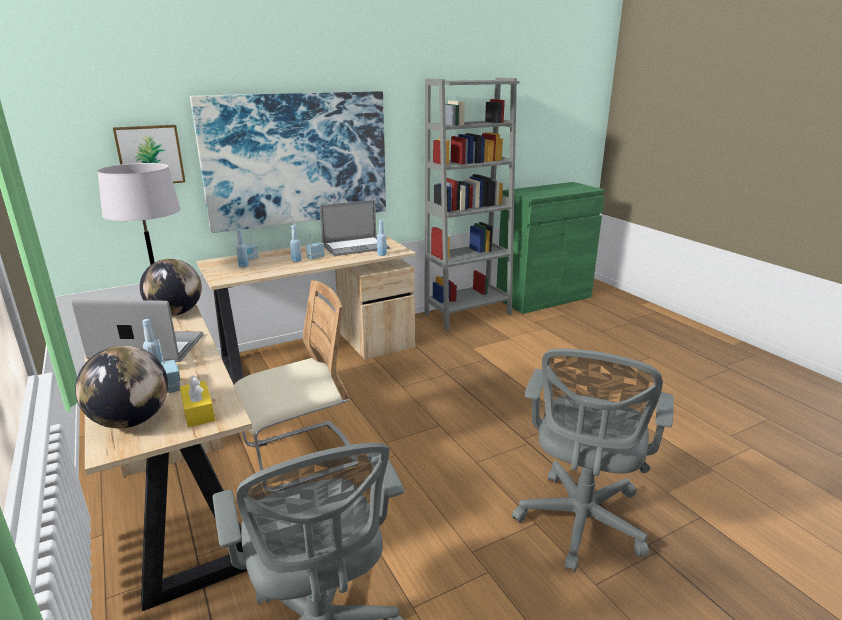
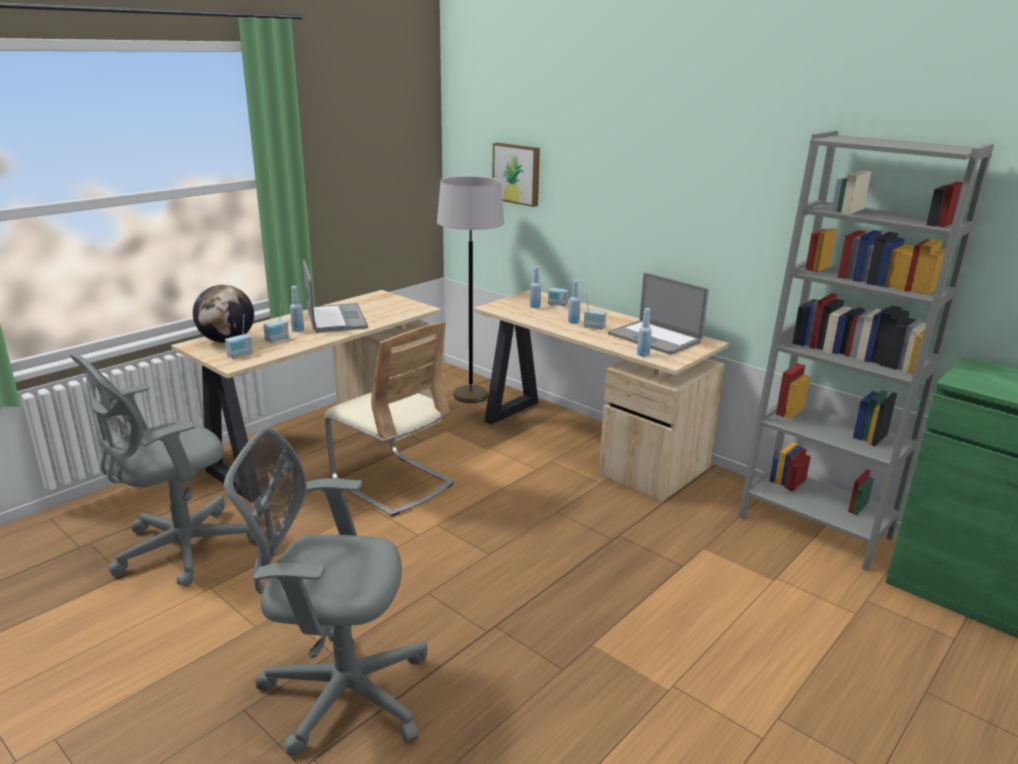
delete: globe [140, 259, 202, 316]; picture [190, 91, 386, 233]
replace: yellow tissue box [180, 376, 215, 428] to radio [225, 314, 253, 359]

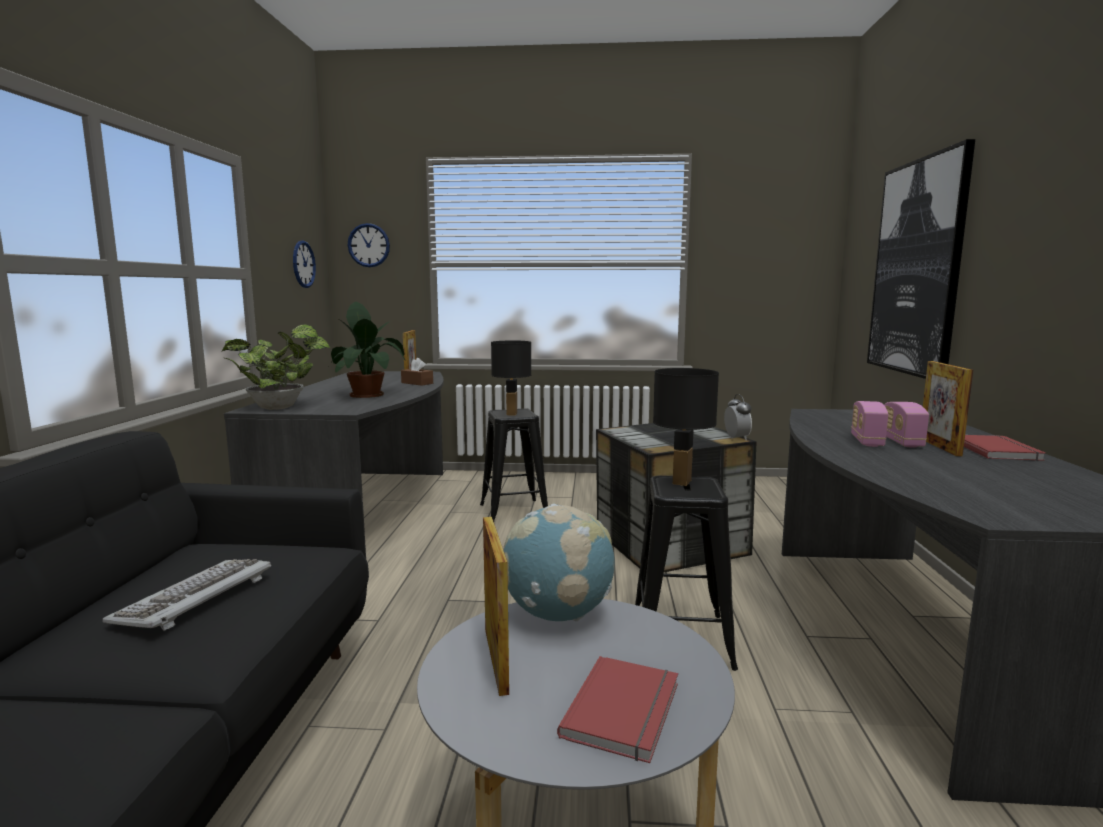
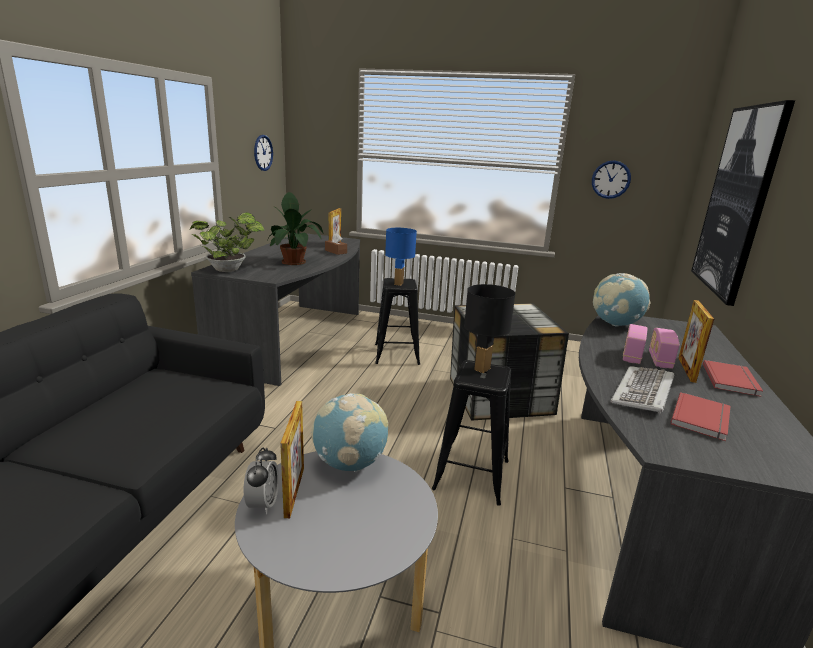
insert: globe [593, 273, 650, 327]
move: keyboard [102, 559, 271, 631] to [611, 366, 674, 414]; wall clock [347, 223, 390, 267] to [592, 160, 631, 199]; red book [557, 656, 678, 763] to [671, 392, 730, 441]; alarm clock [724, 394, 752, 440] to [244, 447, 279, 514]
recolor: black table lamp [491, 340, 531, 415] to blue table lamp [385, 228, 417, 286]

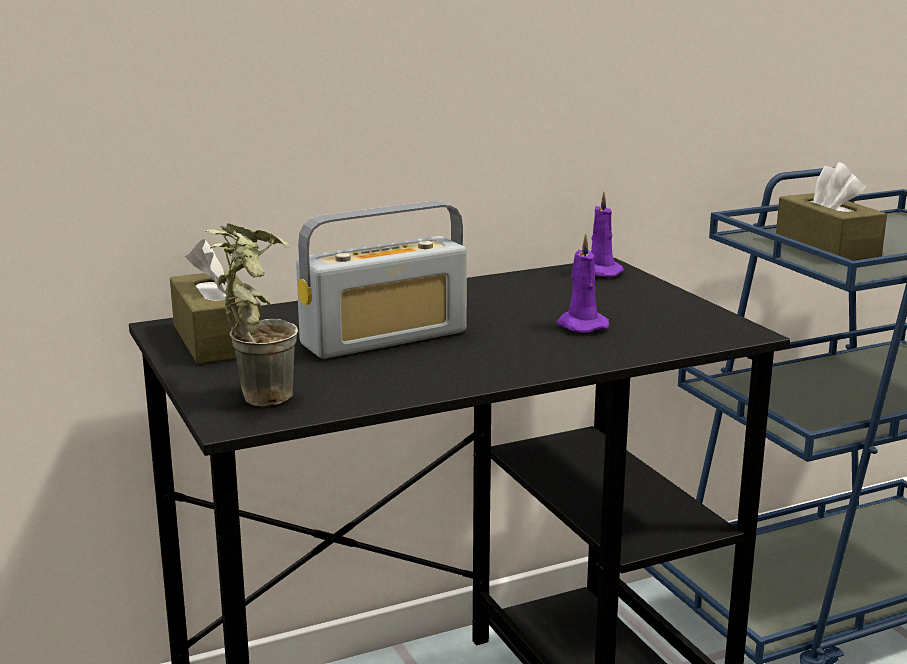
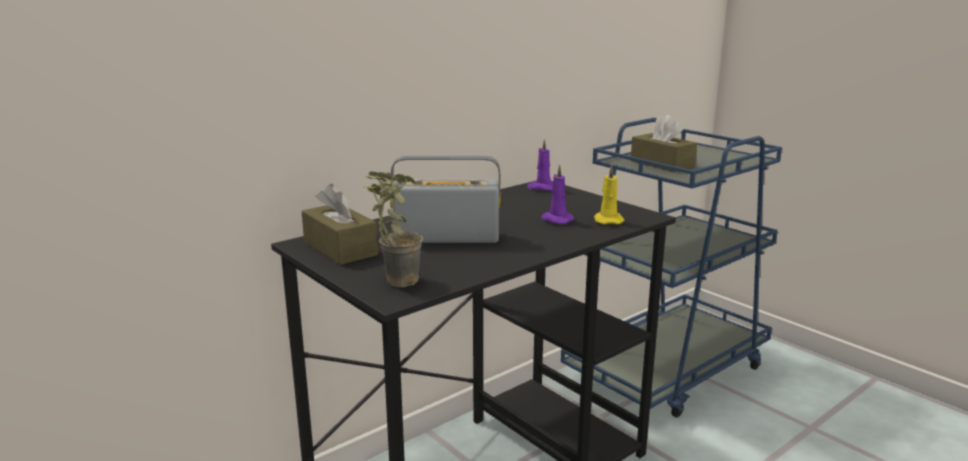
insert: yellow candle [594, 165, 624, 224]
rotate: radio [296, 201, 467, 359] = [390, 155, 501, 243] 135 degrees counterclockwise

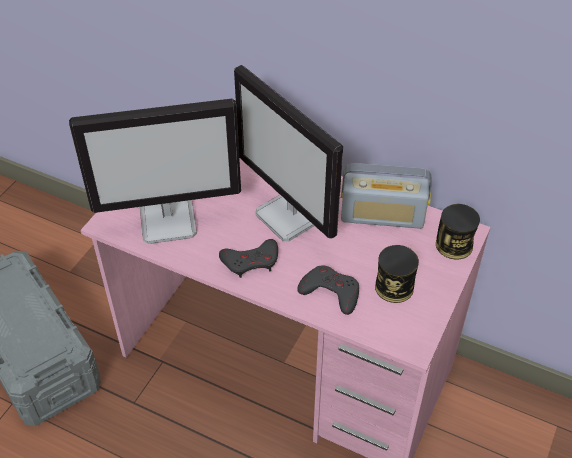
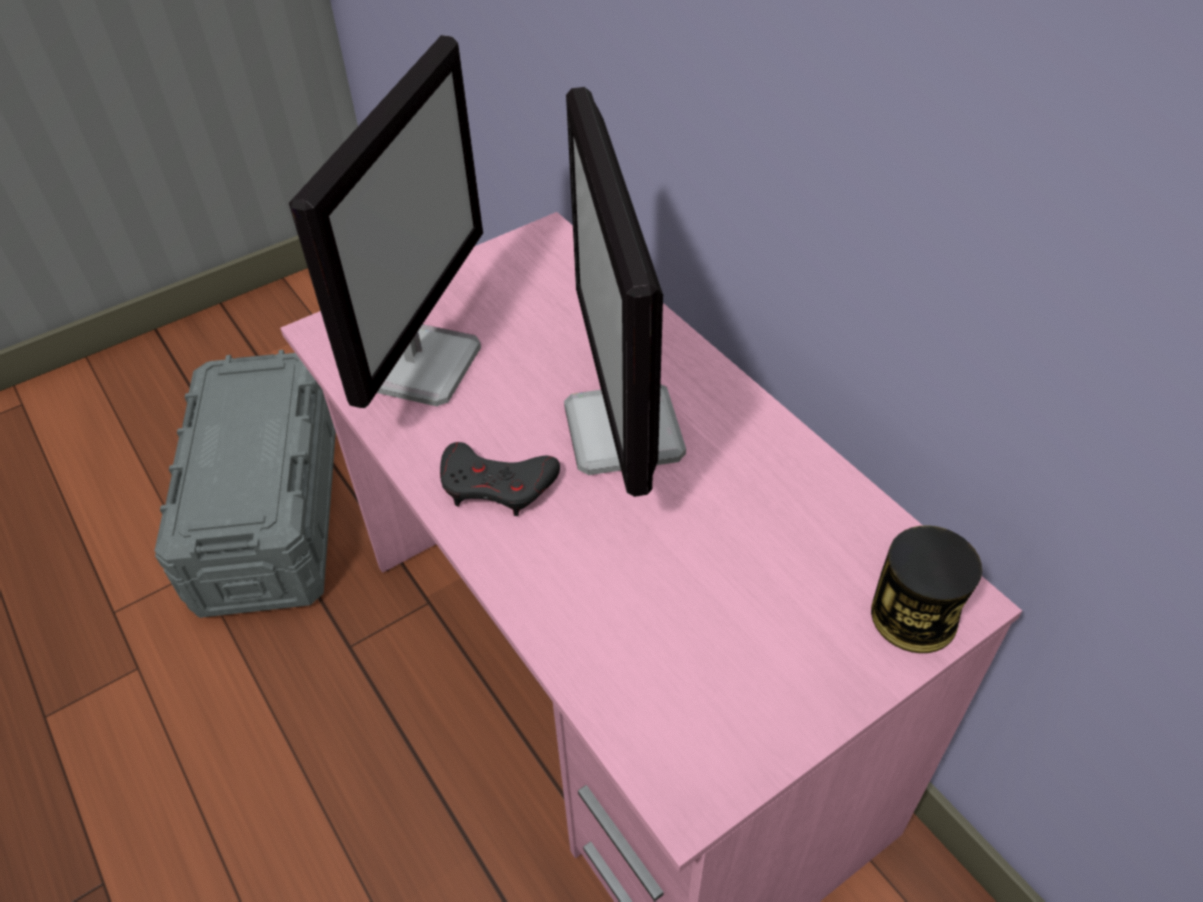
delete: grey game controller [297, 265, 359, 315]; radio [341, 163, 432, 229]; can [375, 245, 419, 303]
rotate: monitor [69, 99, 241, 244] = [289, 35, 483, 408] 90 degrees counterclockwise

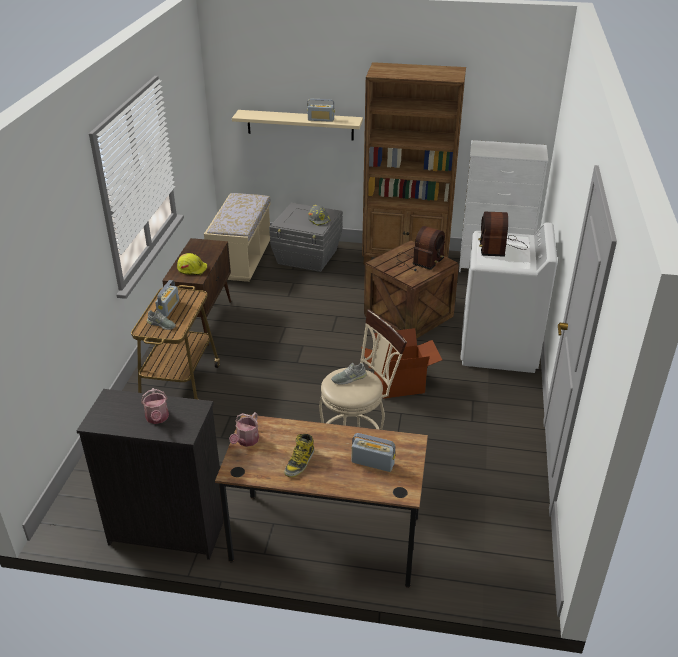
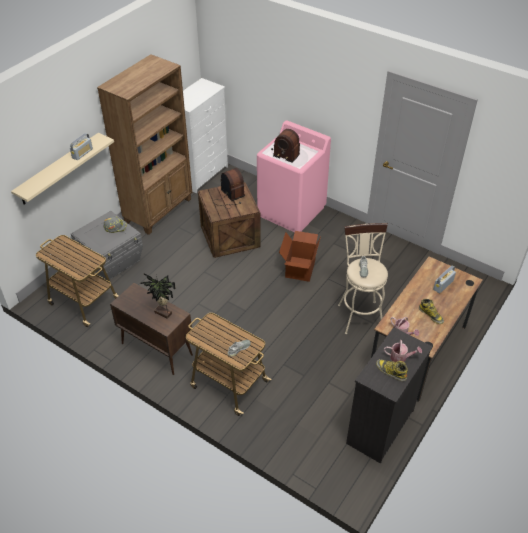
delete: radio [155, 280, 179, 317]
insert: boot [376, 359, 408, 381]
replace: yellow hard hat [177, 253, 207, 275] to potted plant [140, 273, 176, 319]; beige bench [204, 193, 270, 282] to cart [36, 235, 119, 327]
recolor: white washing machine [460, 223, 558, 373] to pink washing machine [257, 120, 331, 233]

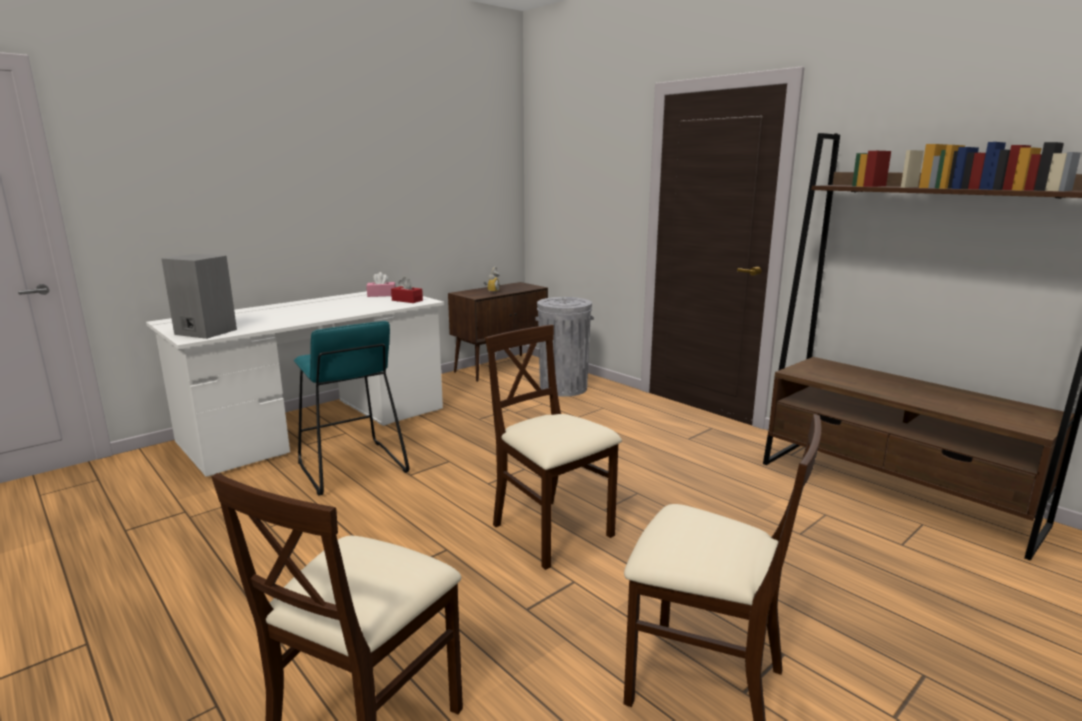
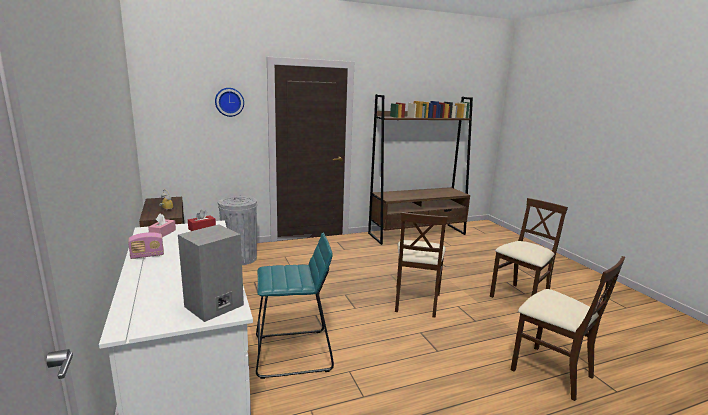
insert: radio [128, 232, 164, 259]; wall clock [215, 88, 244, 117]
rotate: beige chair [485, 324, 622, 570] = [395, 212, 448, 318] 60 degrees counterclockwise

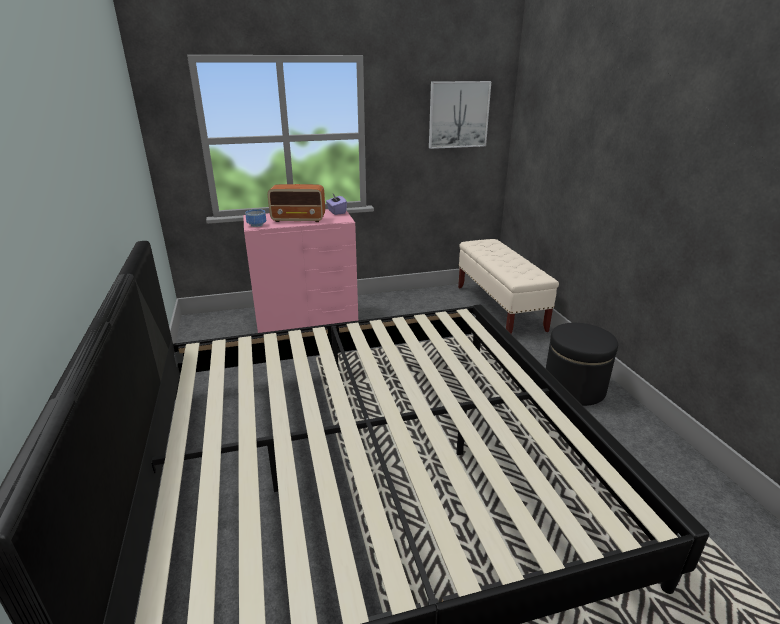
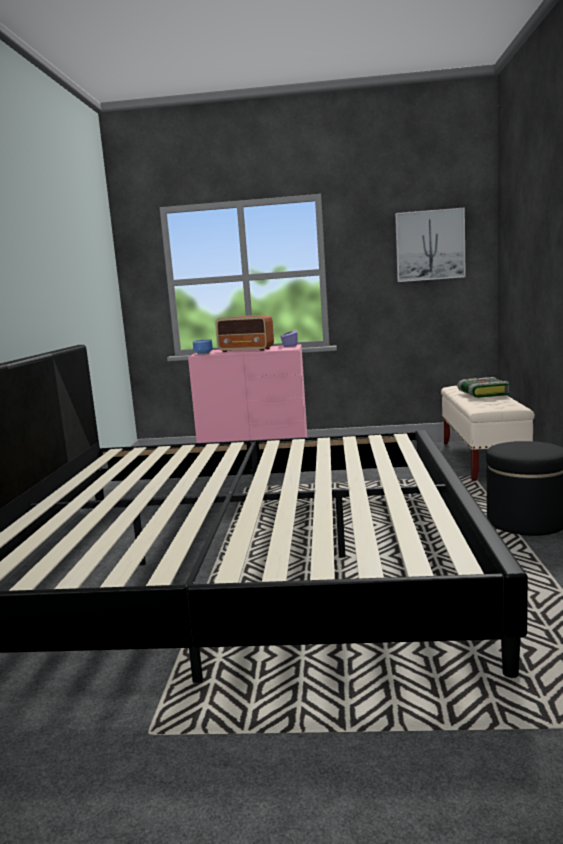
insert: book [457, 377, 509, 398]

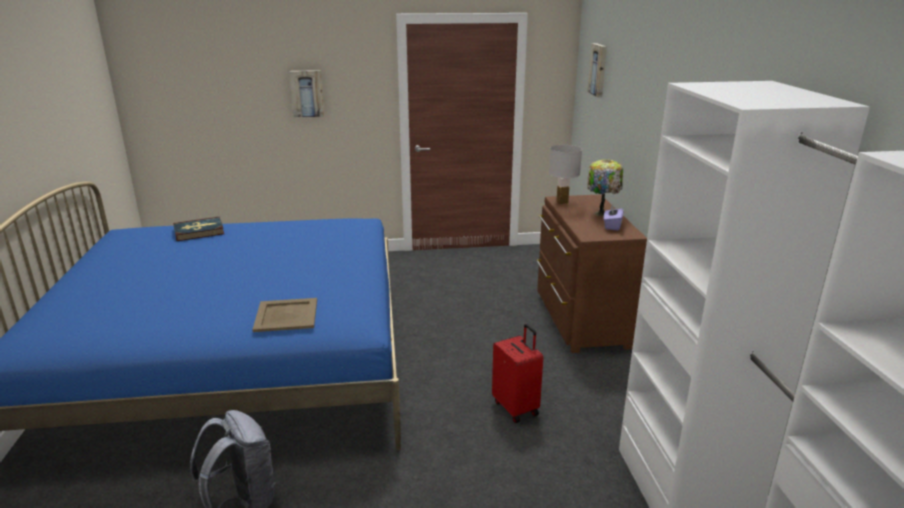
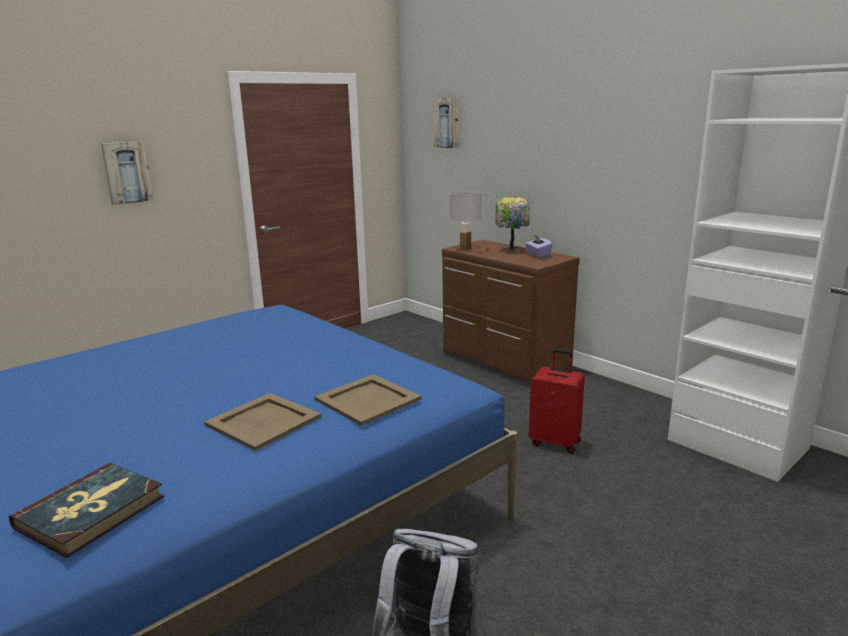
insert: beige tray [204, 393, 321, 451]
move: book [173, 217, 224, 241] to [9, 463, 164, 558]

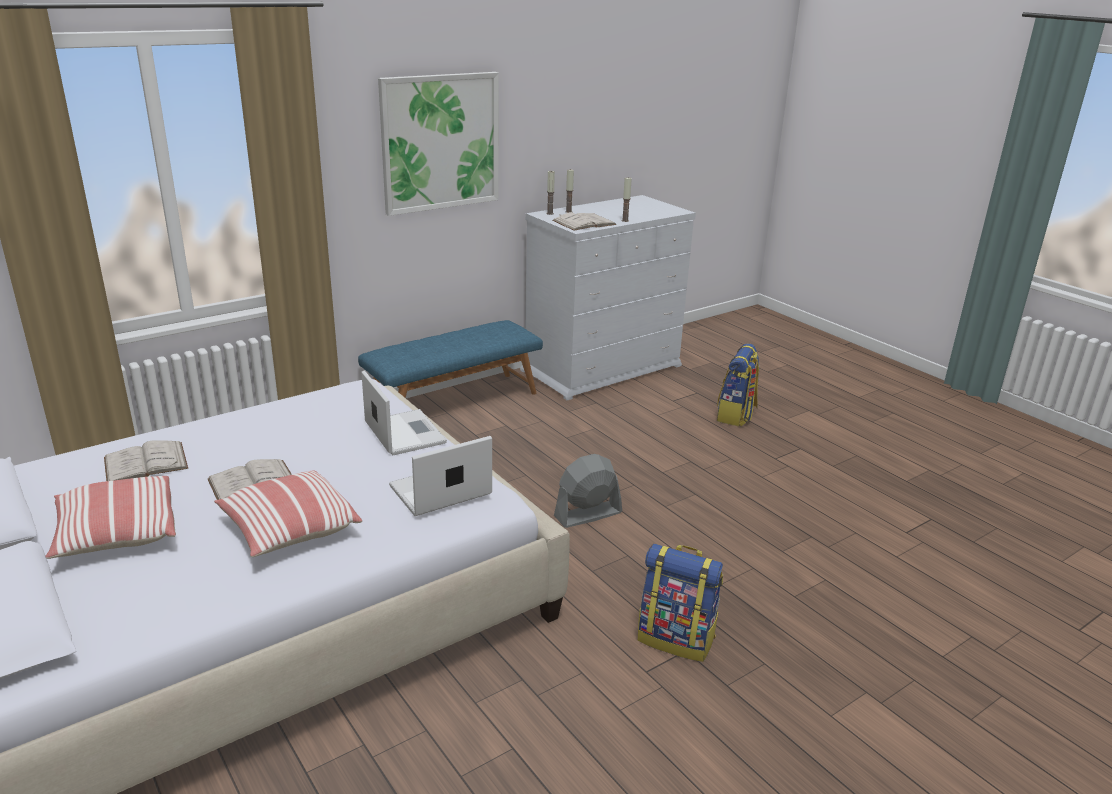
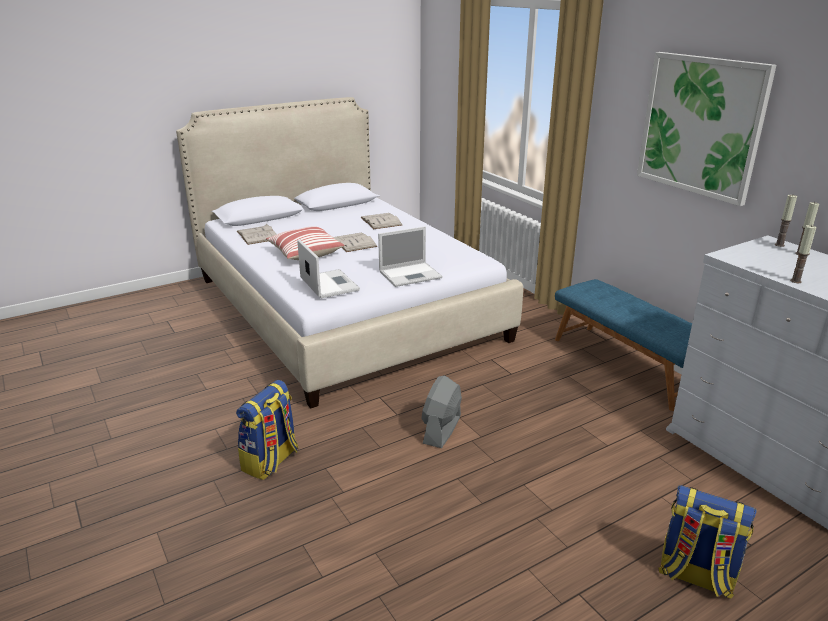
delete: pillow [45, 476, 176, 559]
move: white book [552, 212, 617, 231] to [237, 224, 277, 245]
rotate: grey fan [554, 454, 622, 528] = [421, 376, 462, 448] 135 degrees counterclockwise

